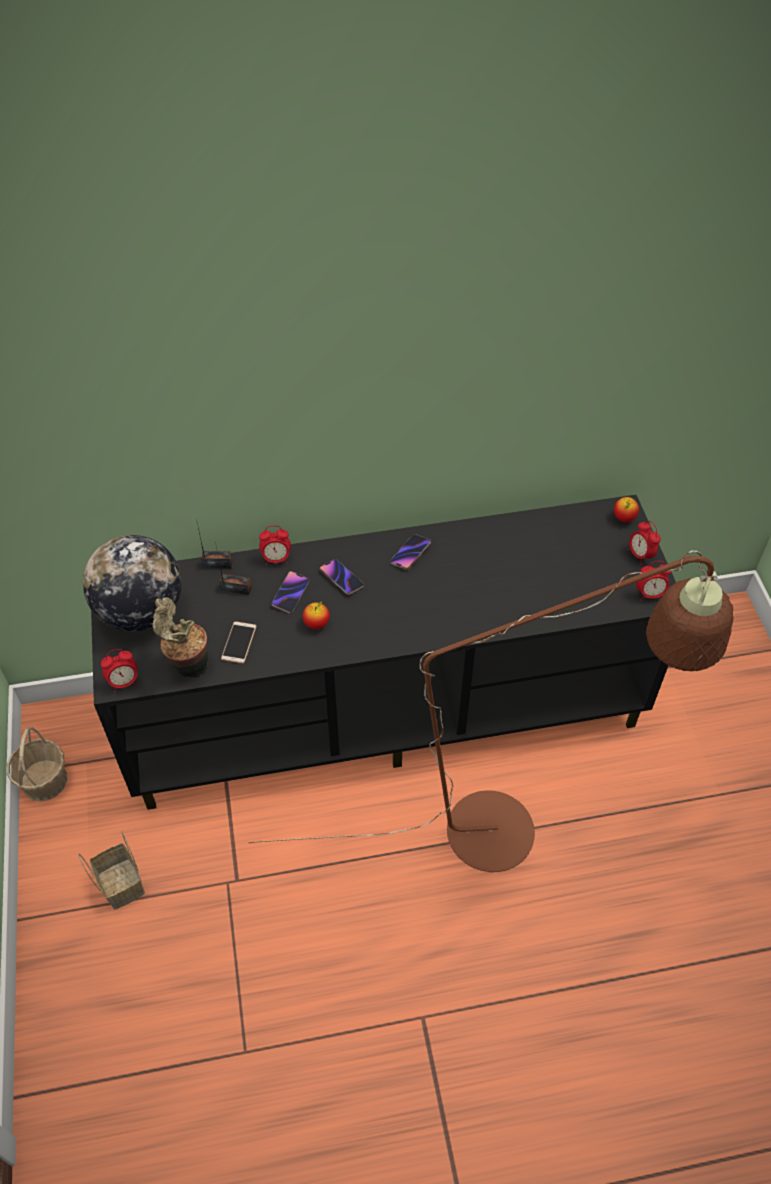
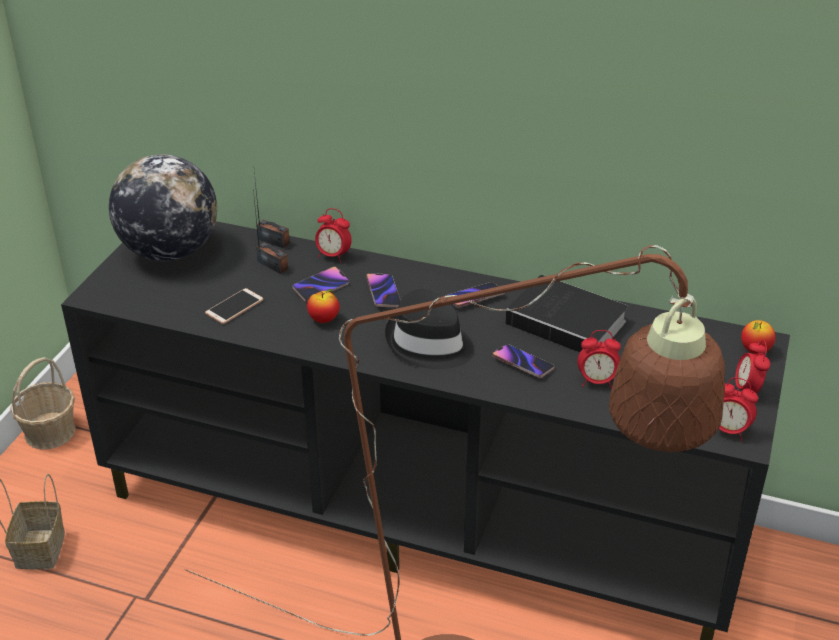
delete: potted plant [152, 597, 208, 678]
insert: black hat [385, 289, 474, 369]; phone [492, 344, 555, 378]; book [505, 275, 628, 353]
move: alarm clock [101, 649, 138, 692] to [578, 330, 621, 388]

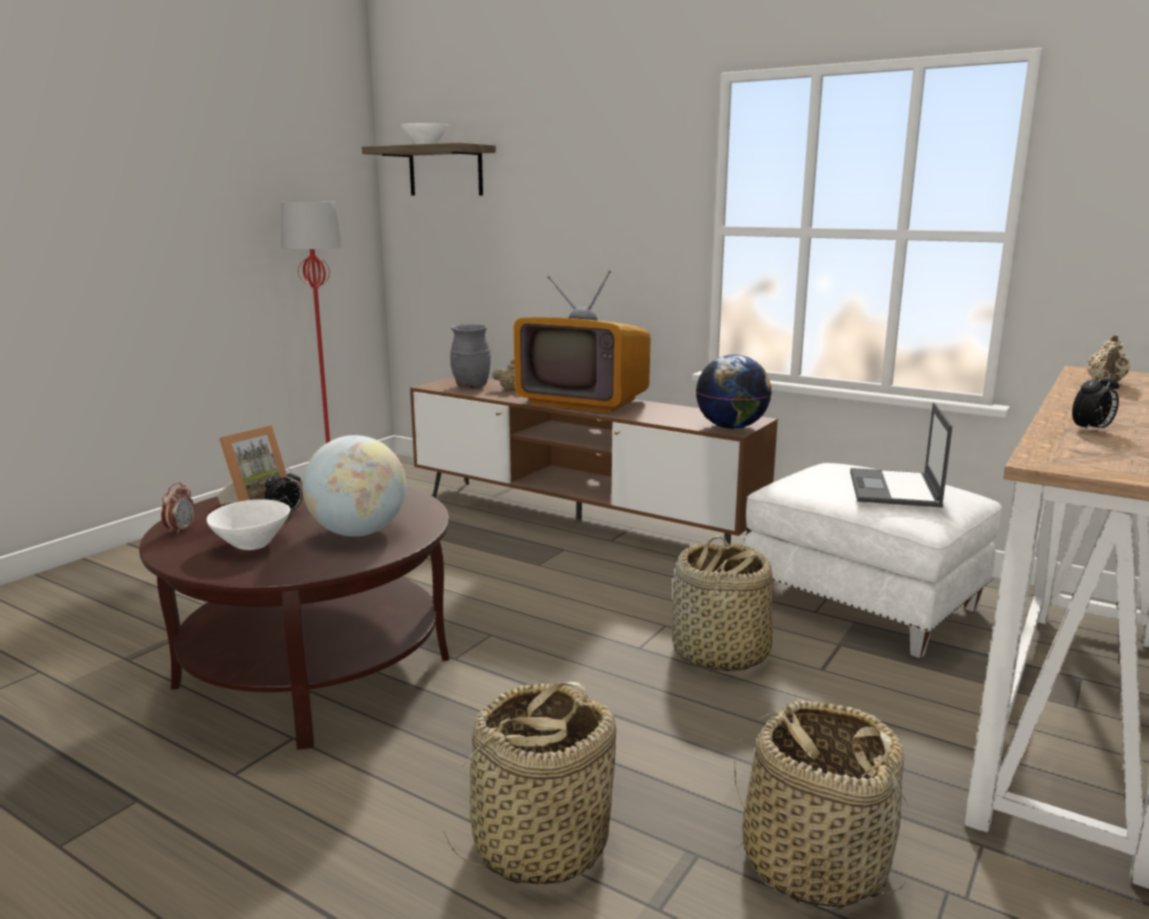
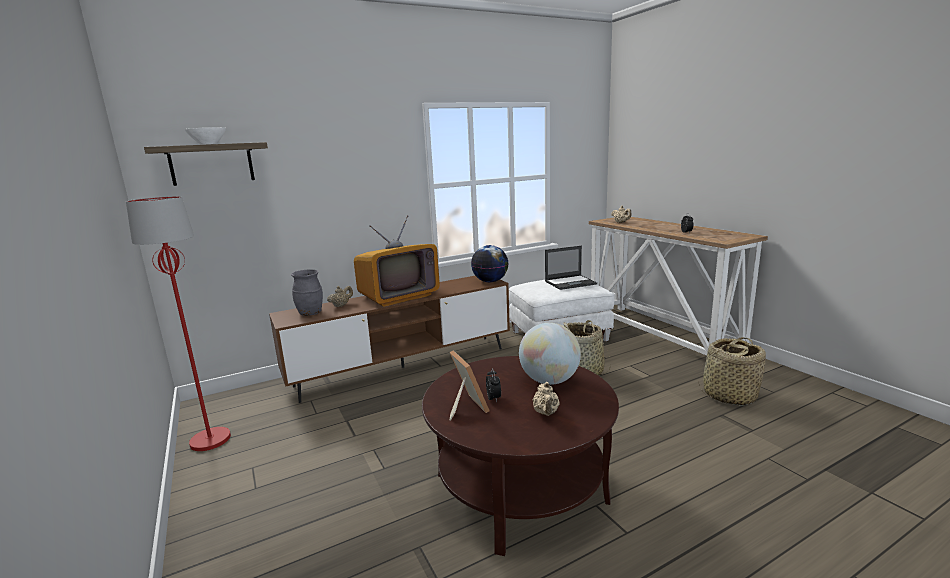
delete: alarm clock [161, 482, 195, 535]; basket [444, 682, 616, 884]
replace: white bowl [207, 500, 290, 550] to beige teapot [533, 382, 560, 416]
rotate: laptop [850, 403, 952, 508] = [545, 246, 597, 290] 60 degrees counterclockwise

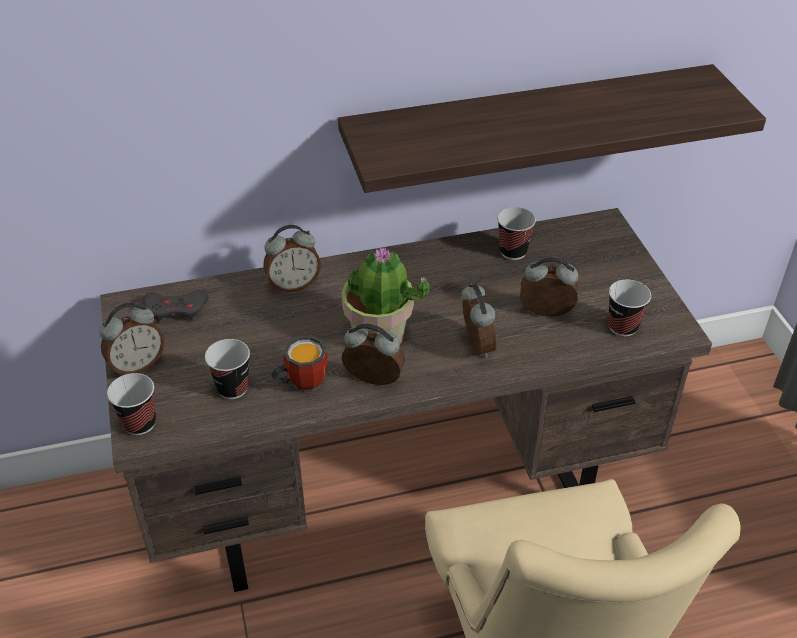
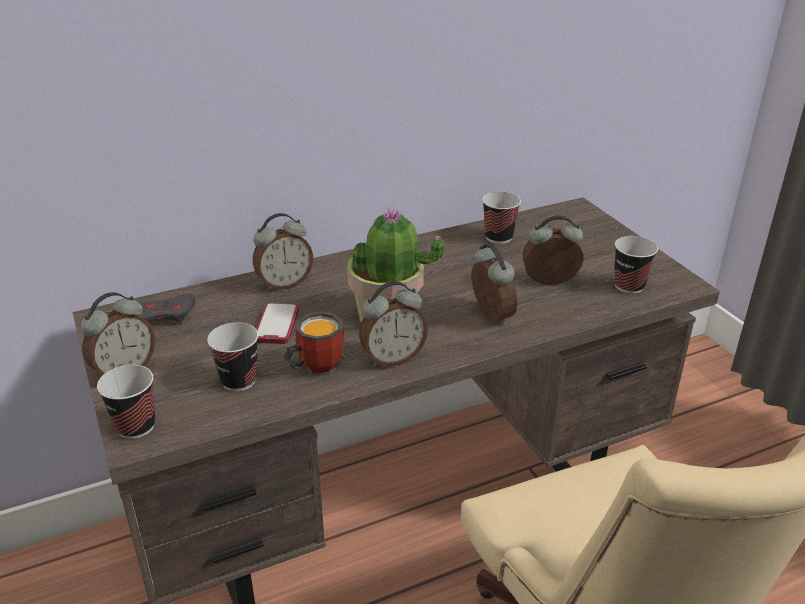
delete: shelf [338, 64, 766, 193]
insert: phone [256, 303, 299, 344]
rotate: alarm clock [342, 324, 405, 385] = [359, 281, 428, 367] 150 degrees clockwise

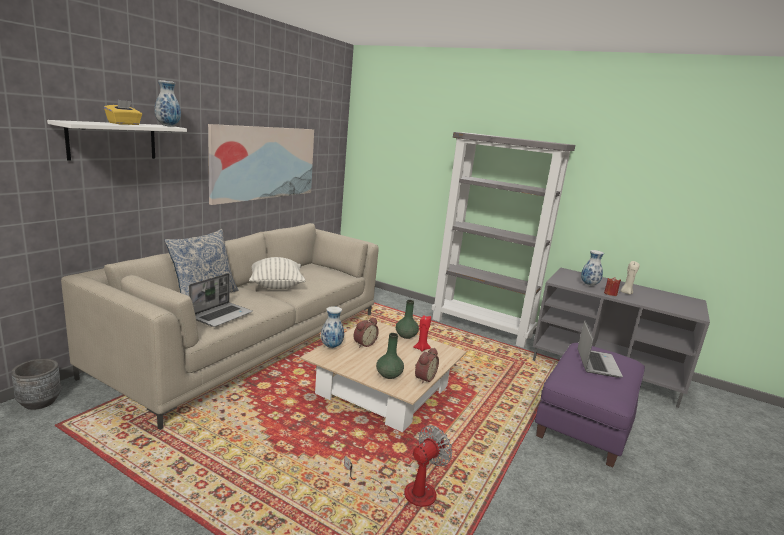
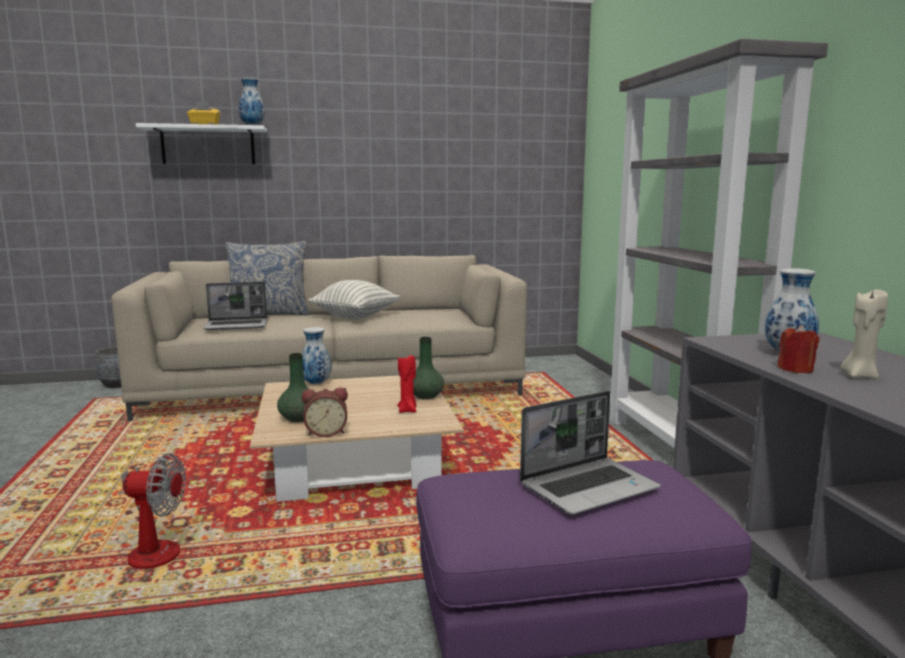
delete: picture [208, 124, 314, 205]; alarm clock [354, 317, 379, 348]

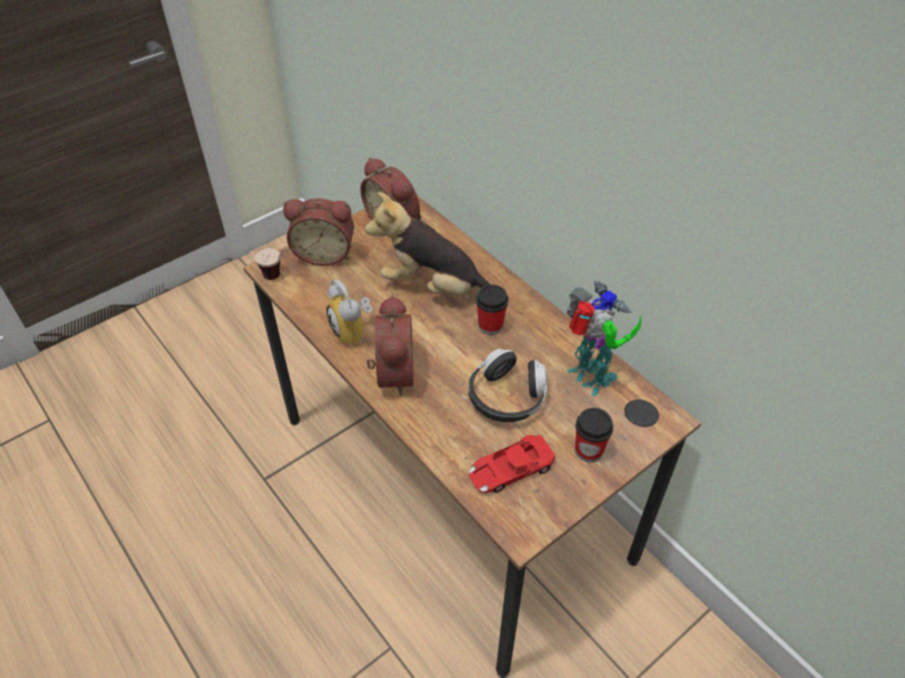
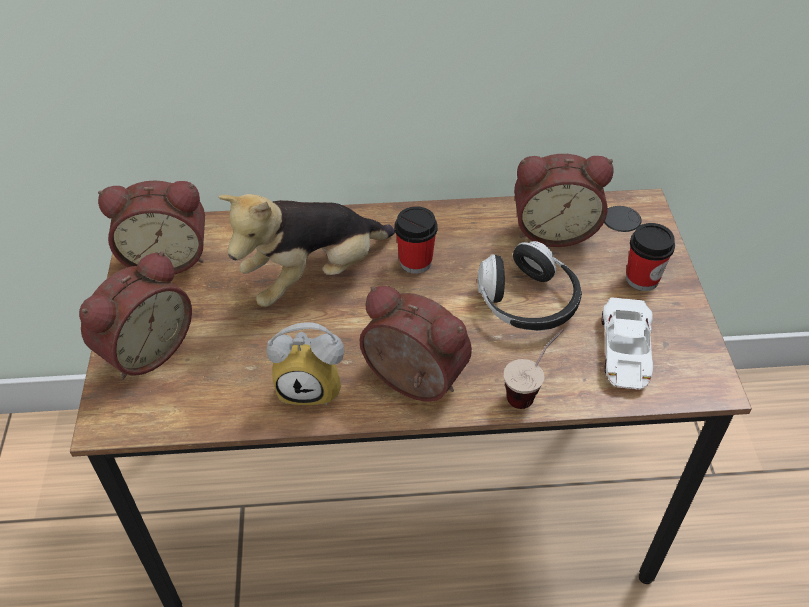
move: cup [255, 248, 297, 280] to [504, 329, 564, 409]
replace: toy robot [566, 281, 641, 397] to alarm clock [514, 154, 614, 247]
recolor: red toy car [469, 435, 556, 493] to white toy car [602, 297, 653, 390]

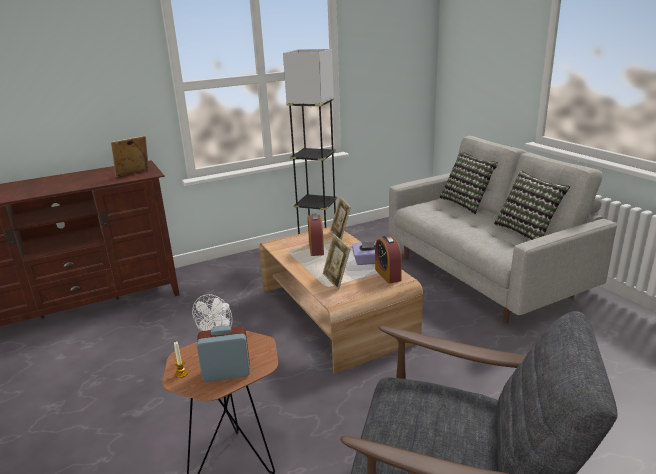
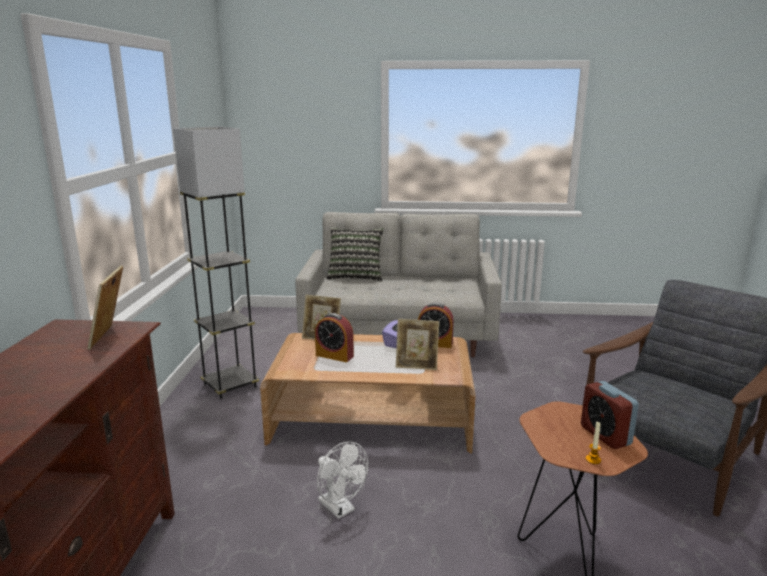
delete: pillow [494, 170, 570, 240]
rotate: alarm clock [197, 325, 250, 382] = [581, 381, 639, 449] 45 degrees counterclockwise

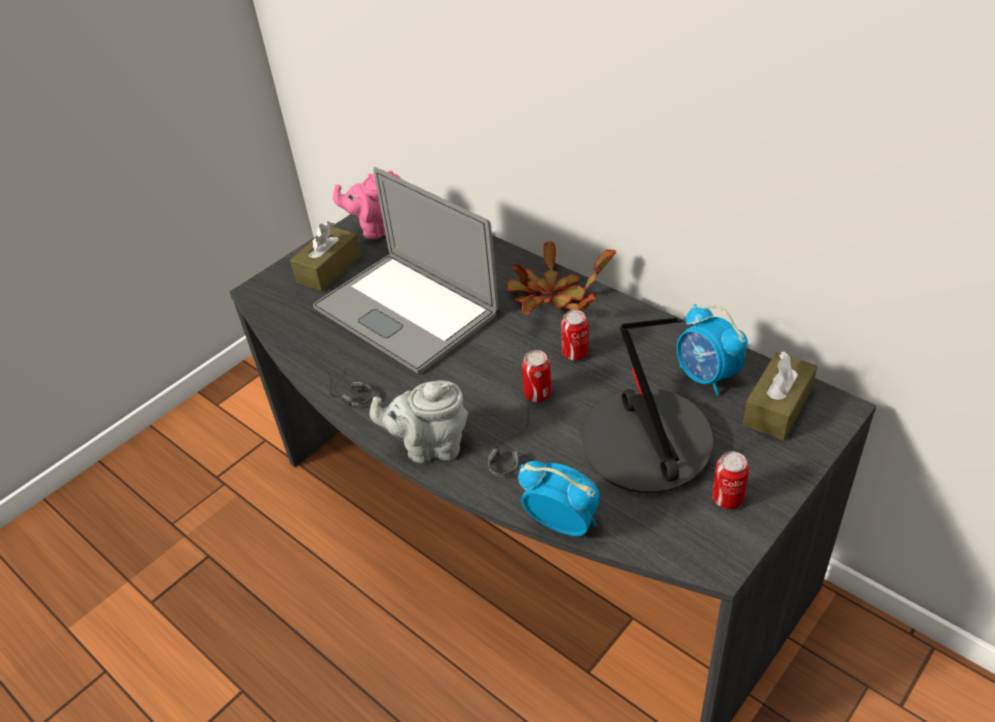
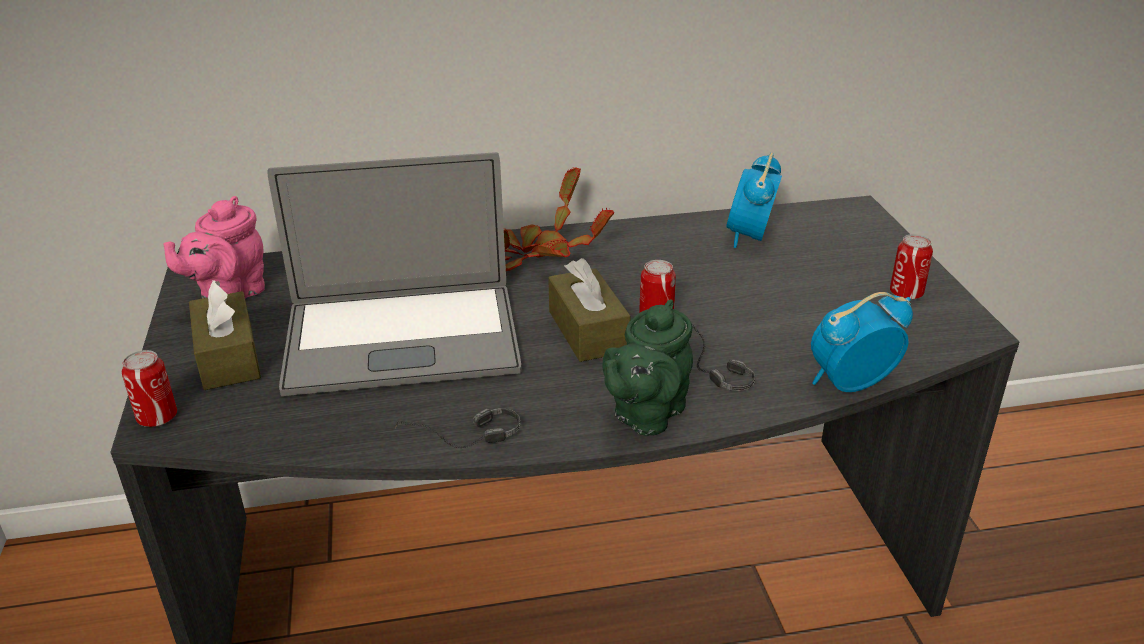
delete: table lamp [582, 318, 713, 493]
move: can [561, 310, 589, 360] to [122, 350, 177, 427]; brown tissue box [743, 352, 817, 440] to [548, 258, 631, 362]
recolor: grey teapot [370, 380, 468, 464] to green teapot [603, 299, 693, 436]
rotate: alarm clock [677, 304, 748, 395] = [726, 153, 782, 248] 105 degrees clockwise

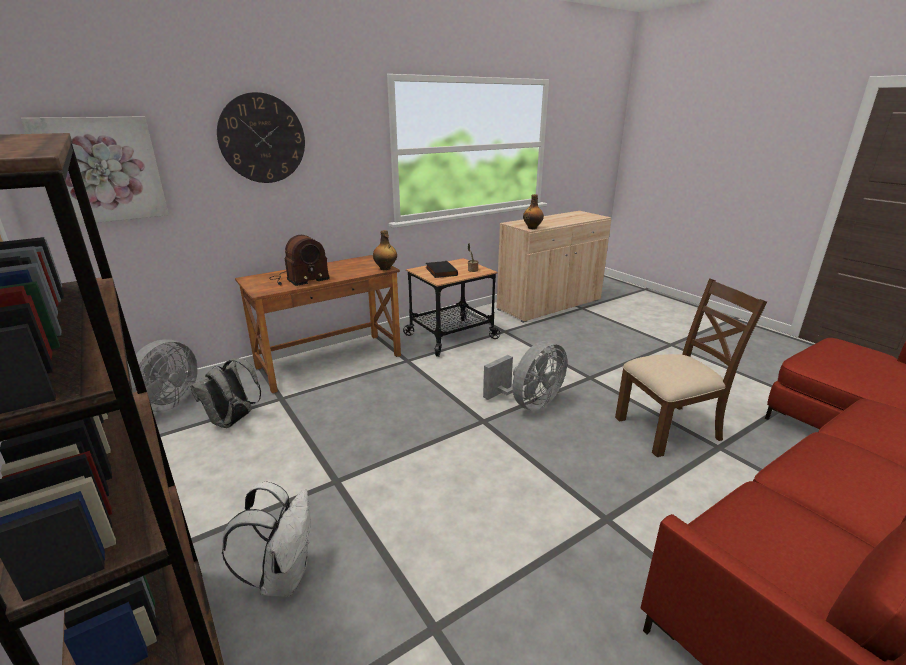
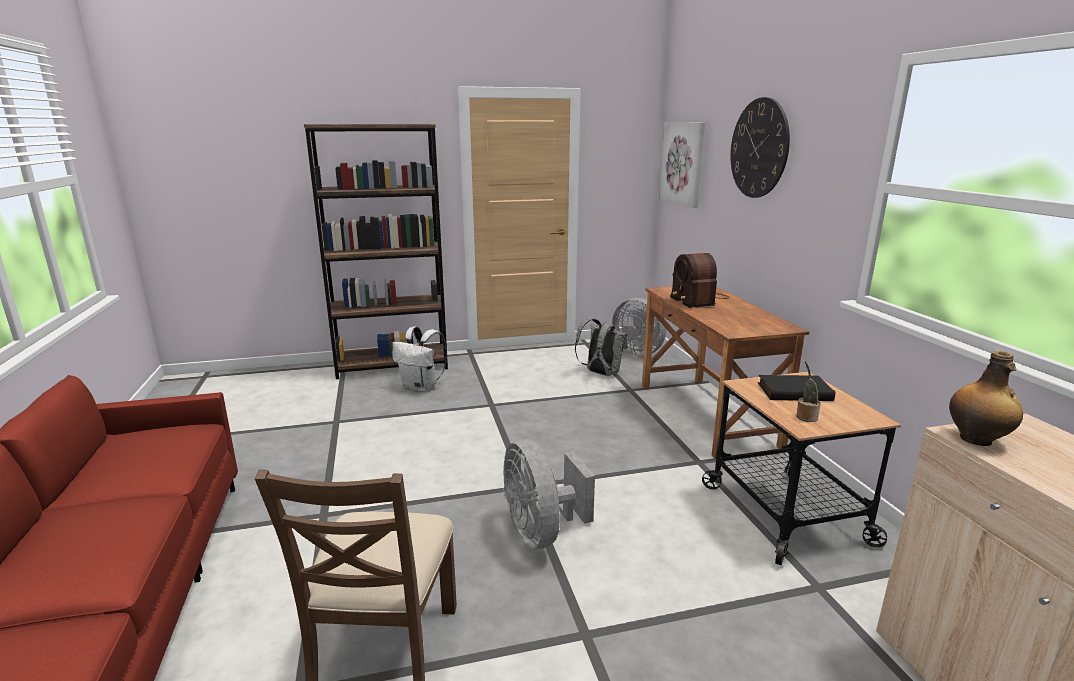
delete: bottle [373, 230, 397, 270]

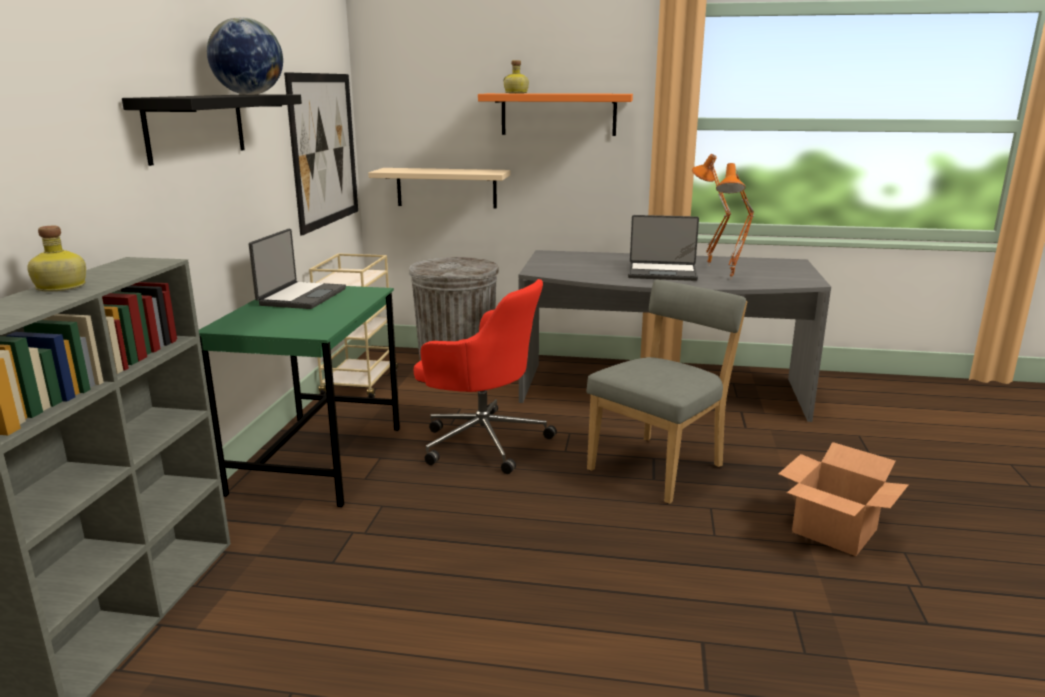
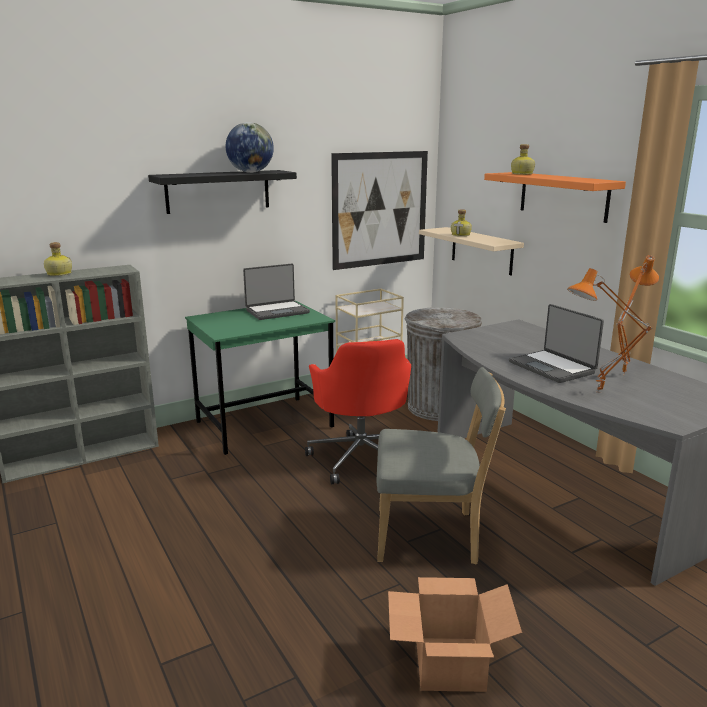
insert: bottle [451, 209, 472, 236]

